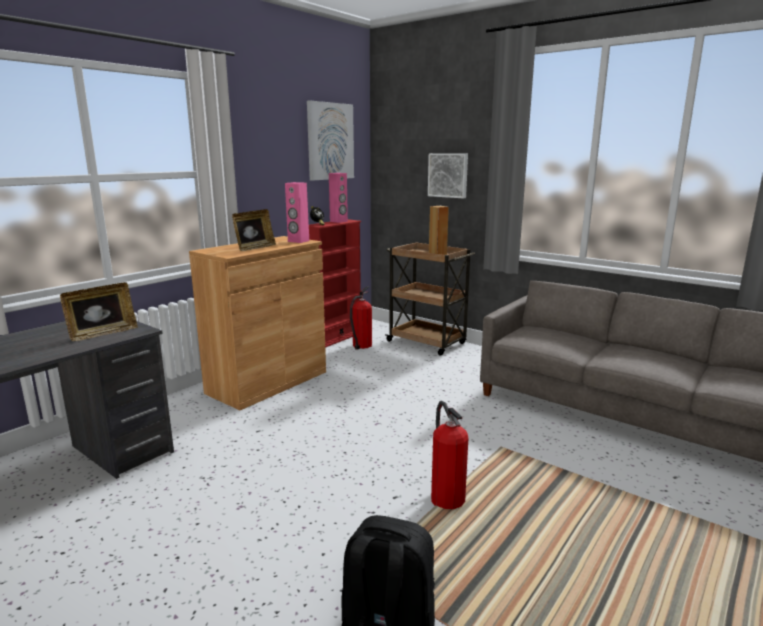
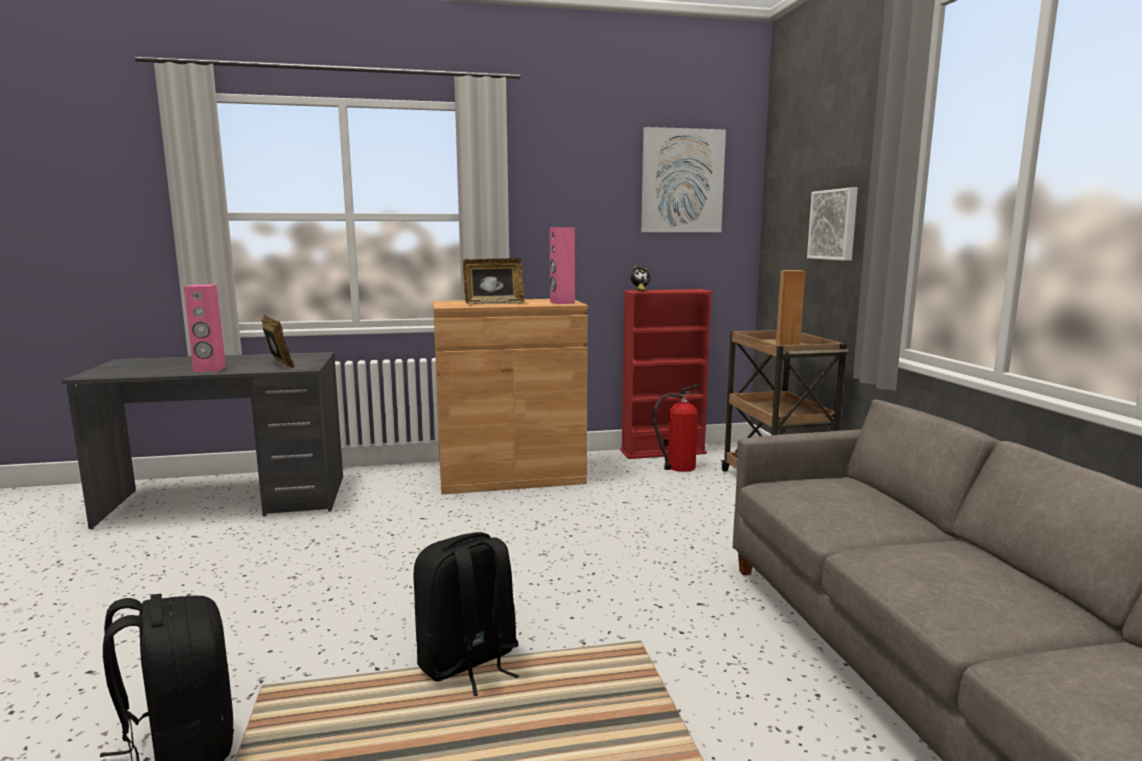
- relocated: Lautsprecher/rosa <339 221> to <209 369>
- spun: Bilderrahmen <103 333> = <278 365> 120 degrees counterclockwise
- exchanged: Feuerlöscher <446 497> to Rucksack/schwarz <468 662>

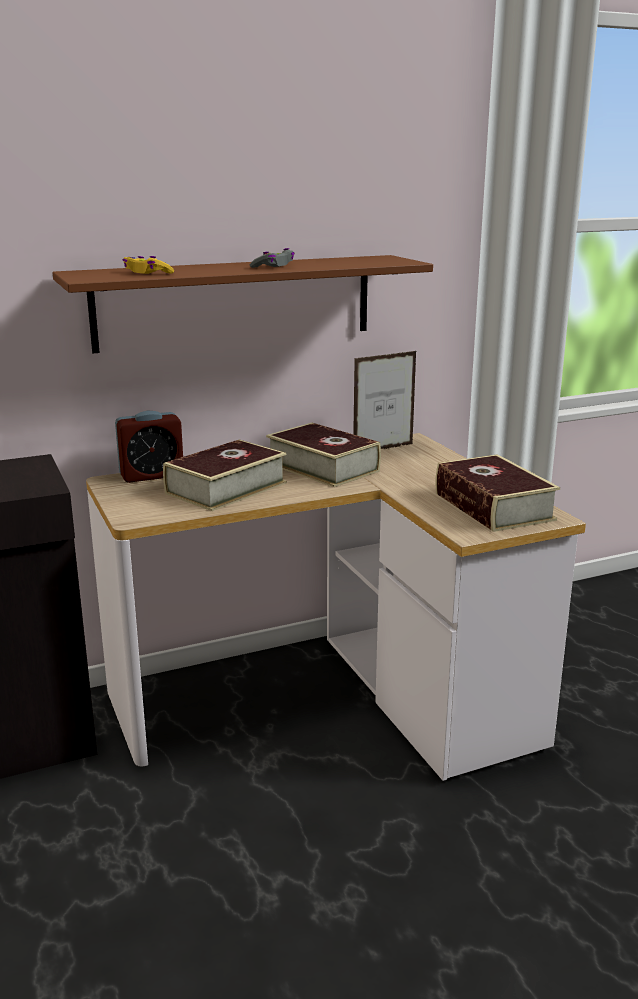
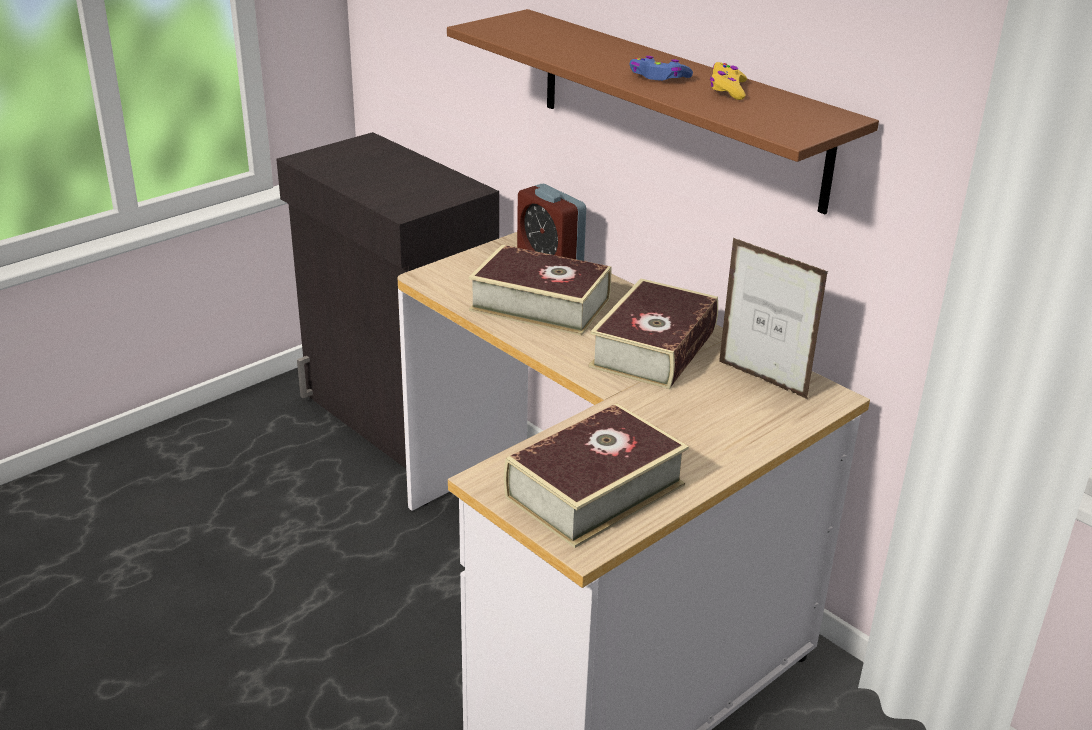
- colour: Gamepad/grau <274 266> to Gamepad/blau <658 77>
- relocated: Gamepad/gelb <147 273> to <727 89>

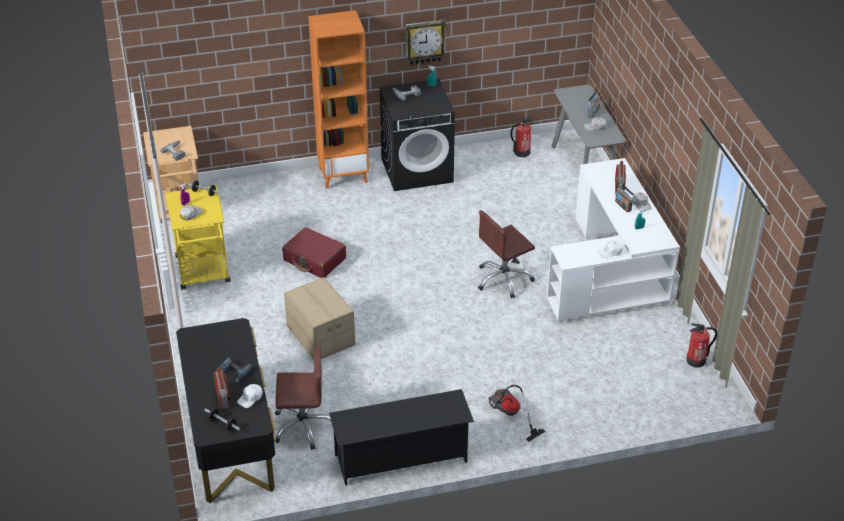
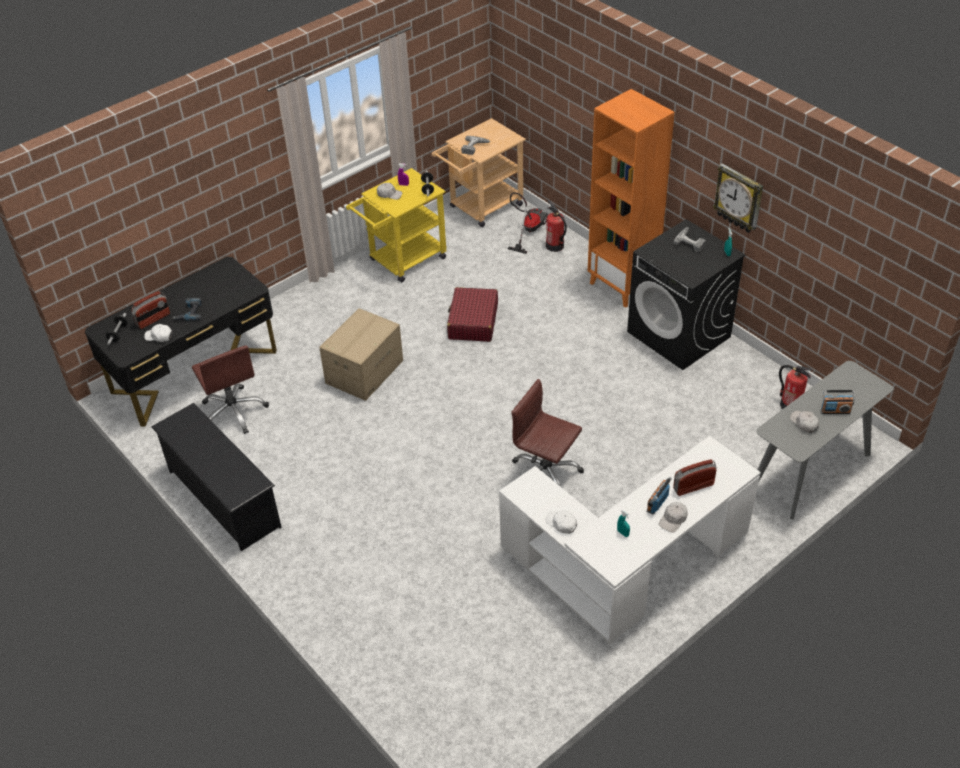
- relocated: Feuerlöscher <696 360> to <555 246>
- relocated: Staubsauger <509 415> to <528 230>

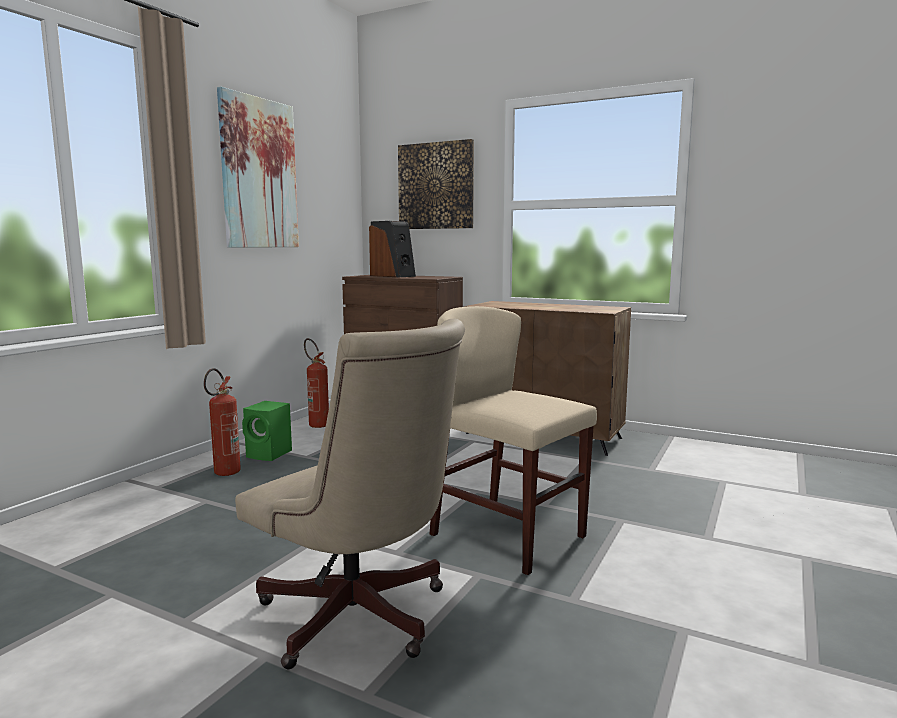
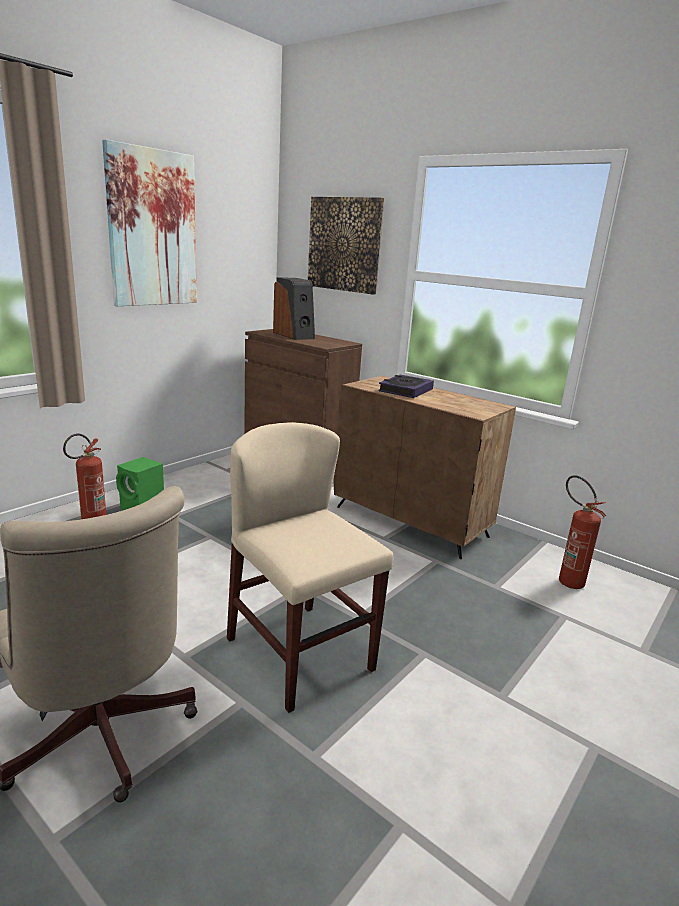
- relocated: Feuerlöscher <316 424> to <566 579>
- appeared: Buch <405 390>

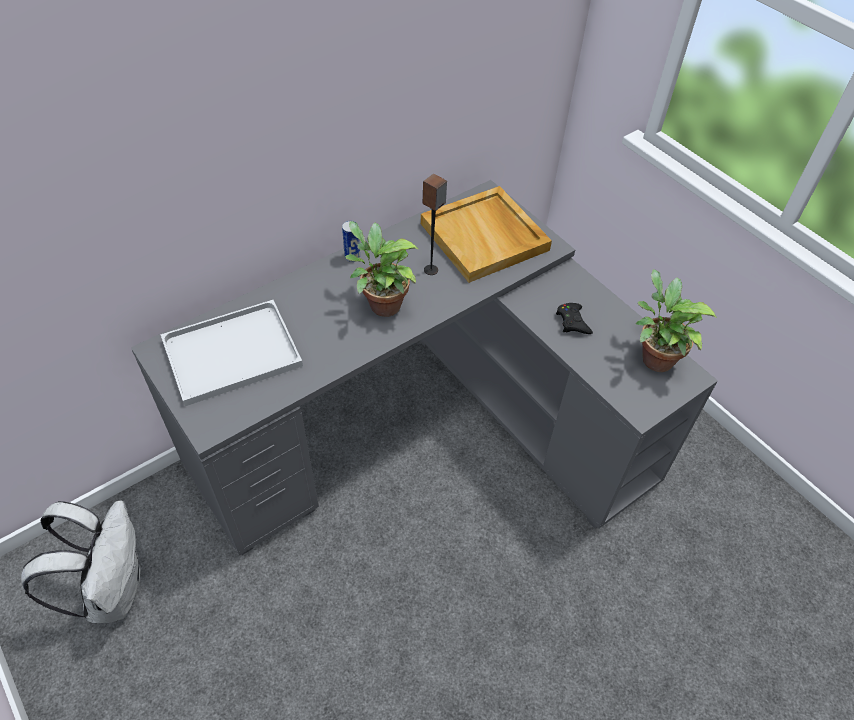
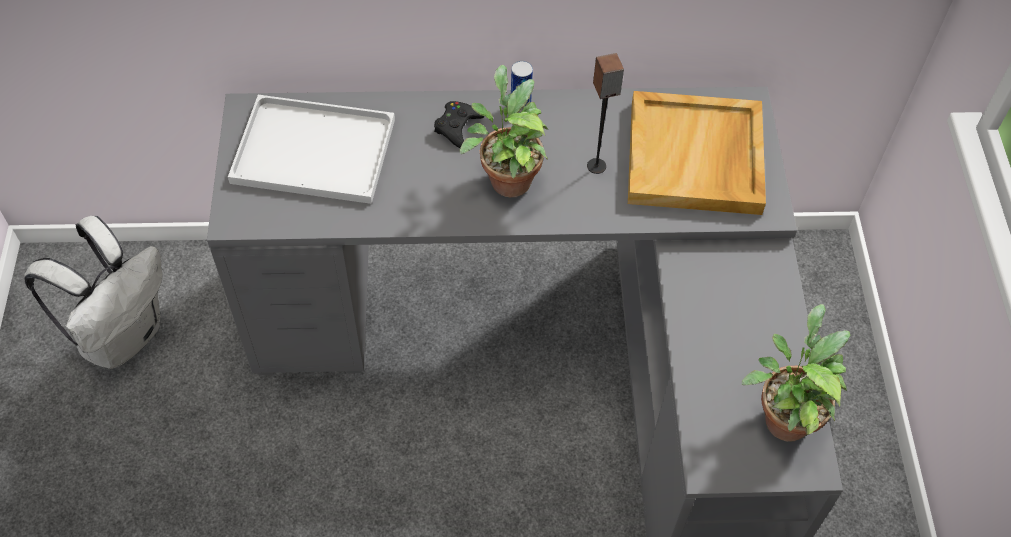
- relocated: Gamepad/schwarz <572 322> to <457 127>

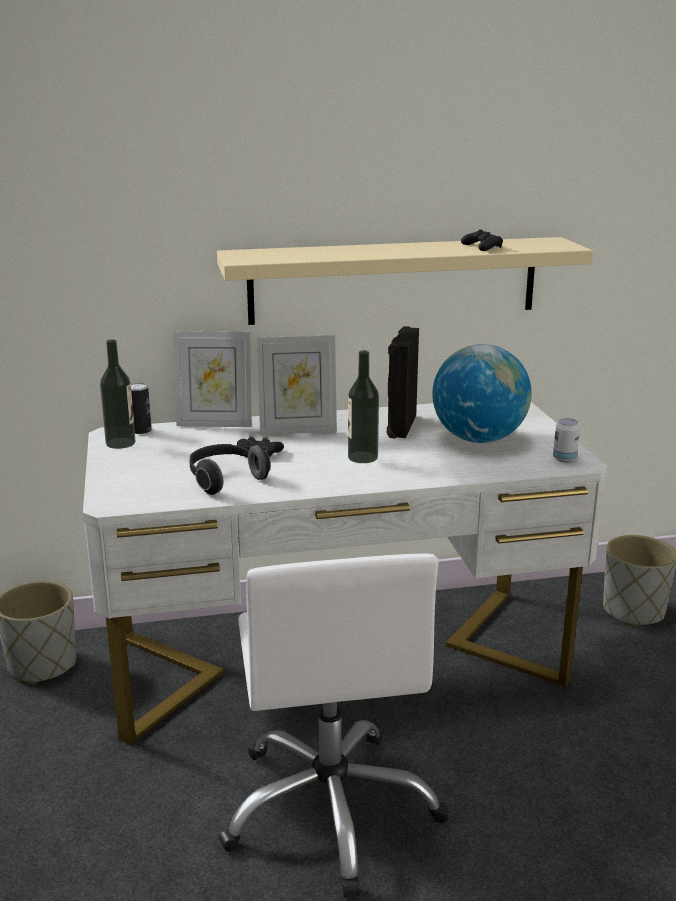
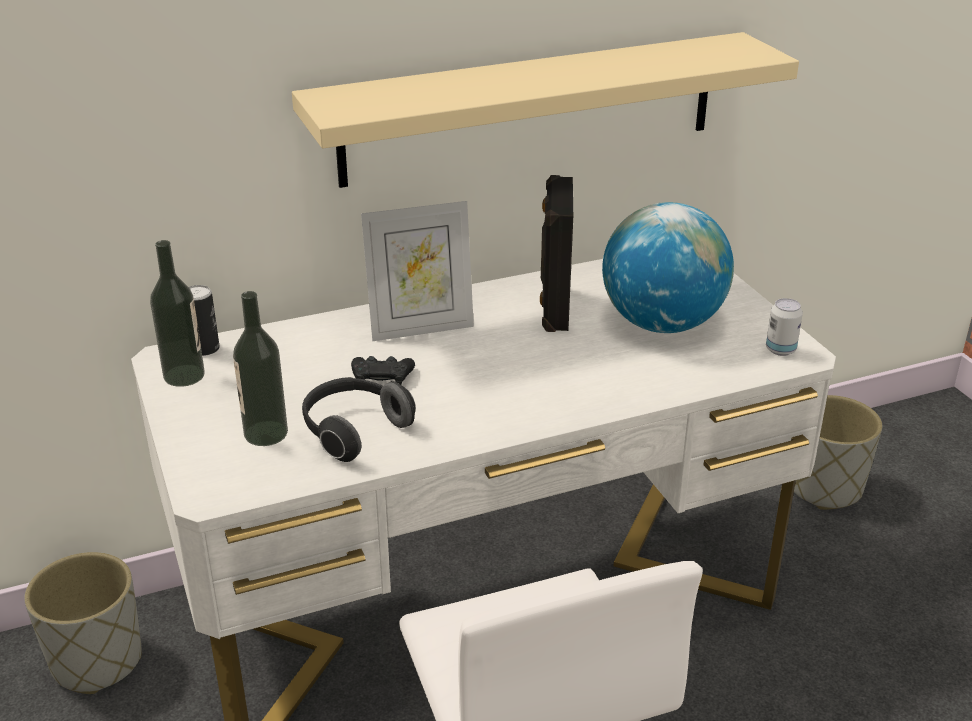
- missing: Gamepad/schwarz <482 247>
- missing: Bilderrahmen <215 423>
- relocated: Flasche <362 457> to <266 433>

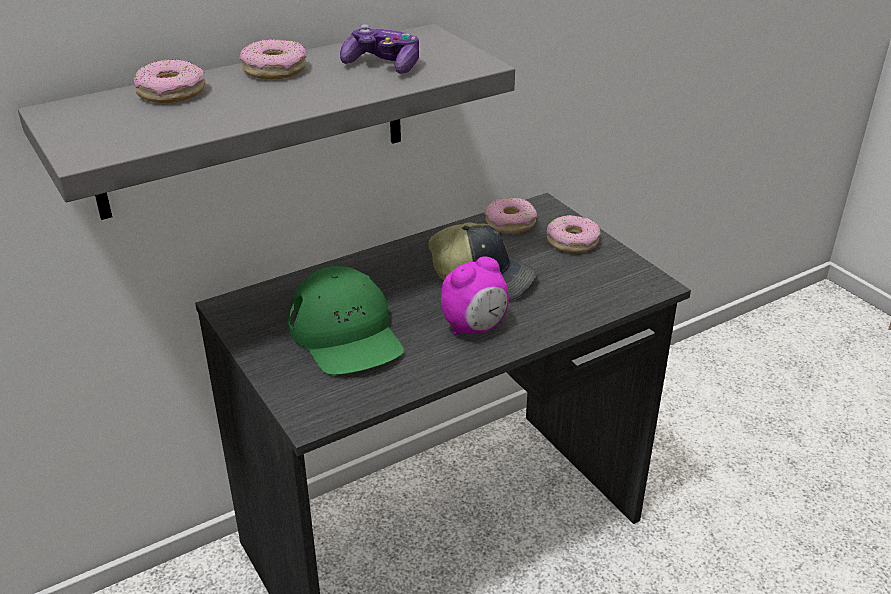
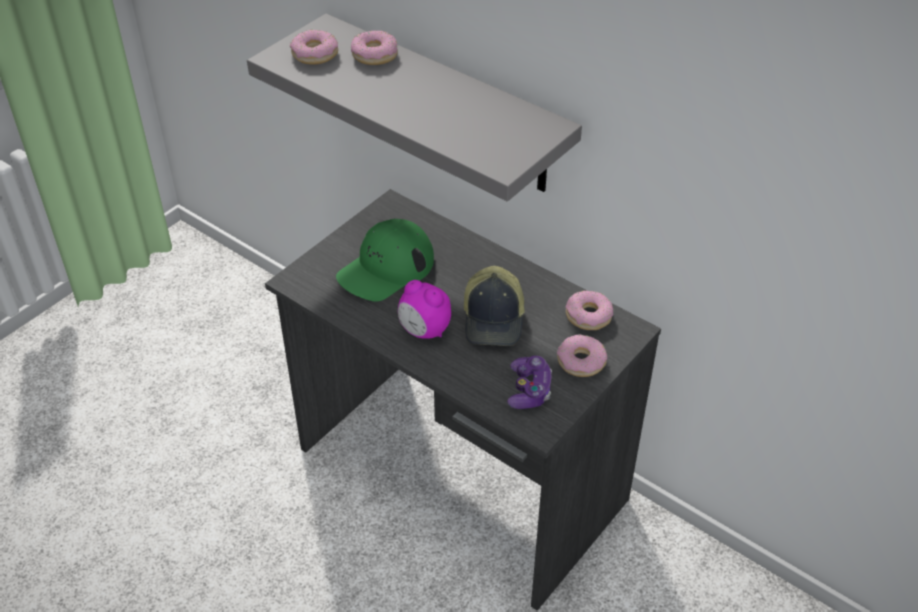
- relocated: Gamepad <383 65> to <529 390>
- relocated: Donut <275 70> to <315 54>

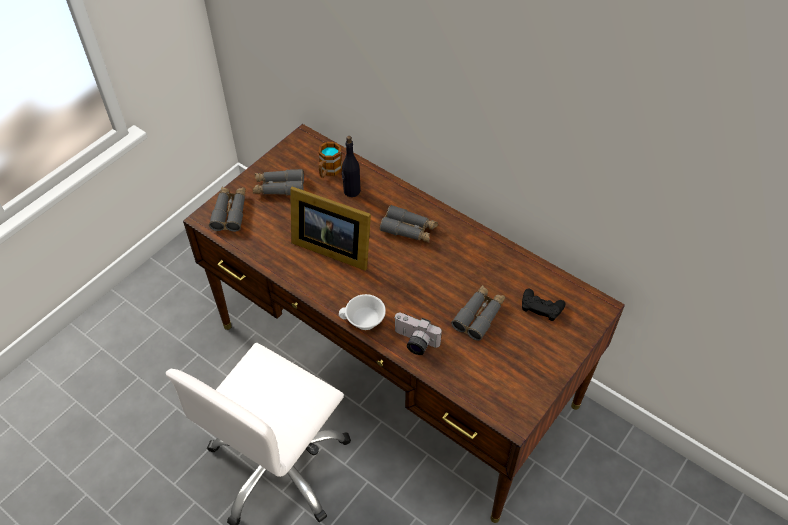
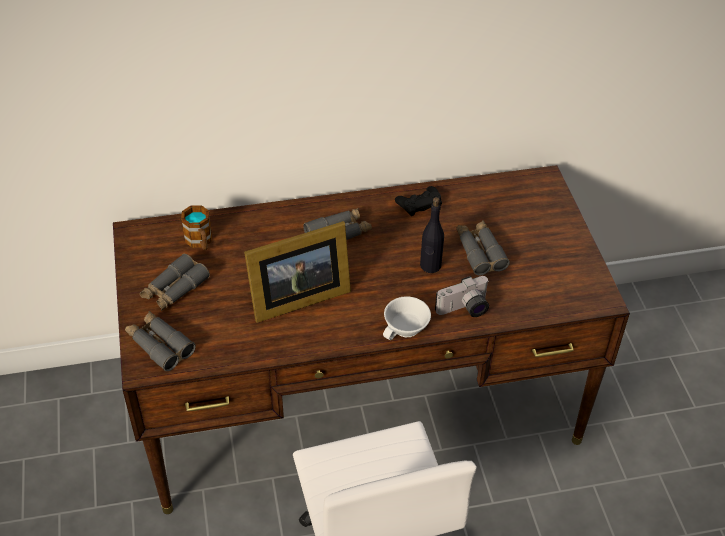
- relocated: Flasche/schwarz <351 191> to <430 266>
- relocated: Gamepad/schwarz <541 307> to <419 204>

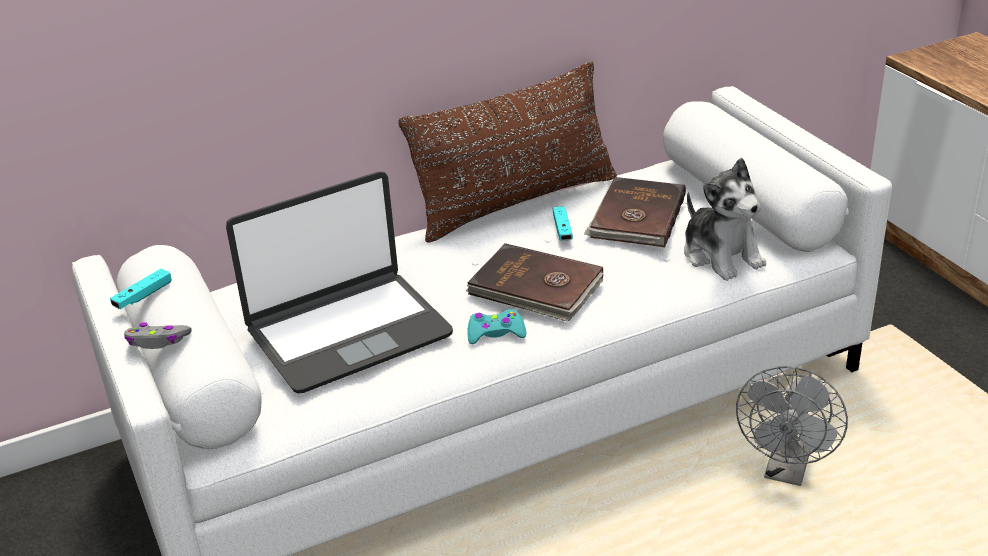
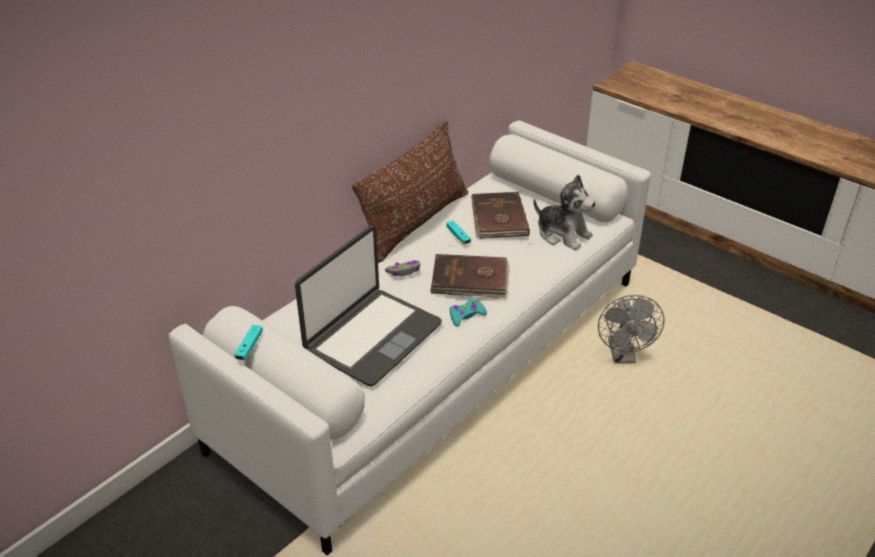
- relocated: Gamepad/grau <158 341> to <404 271>

